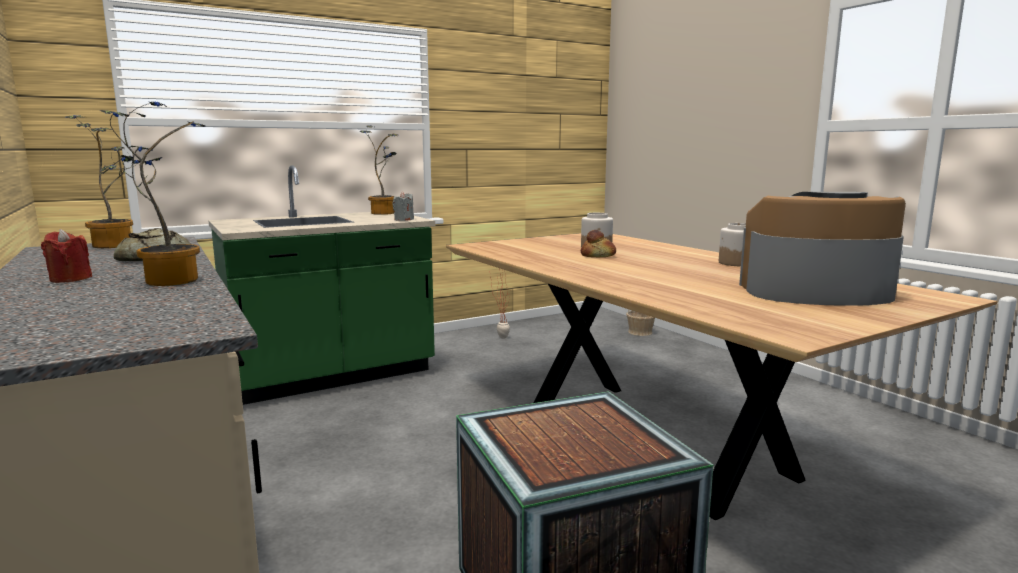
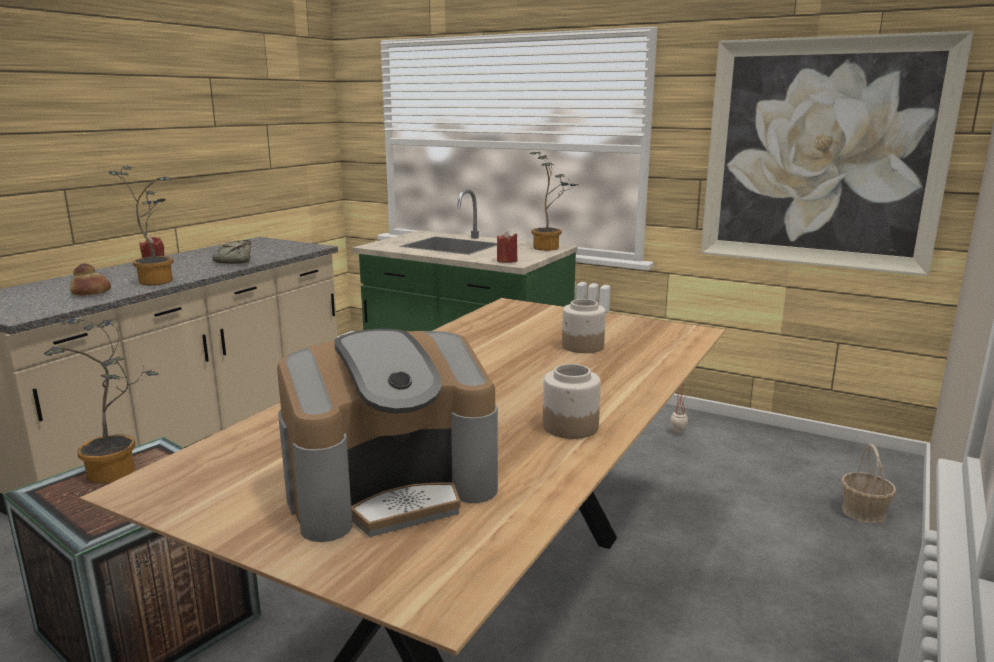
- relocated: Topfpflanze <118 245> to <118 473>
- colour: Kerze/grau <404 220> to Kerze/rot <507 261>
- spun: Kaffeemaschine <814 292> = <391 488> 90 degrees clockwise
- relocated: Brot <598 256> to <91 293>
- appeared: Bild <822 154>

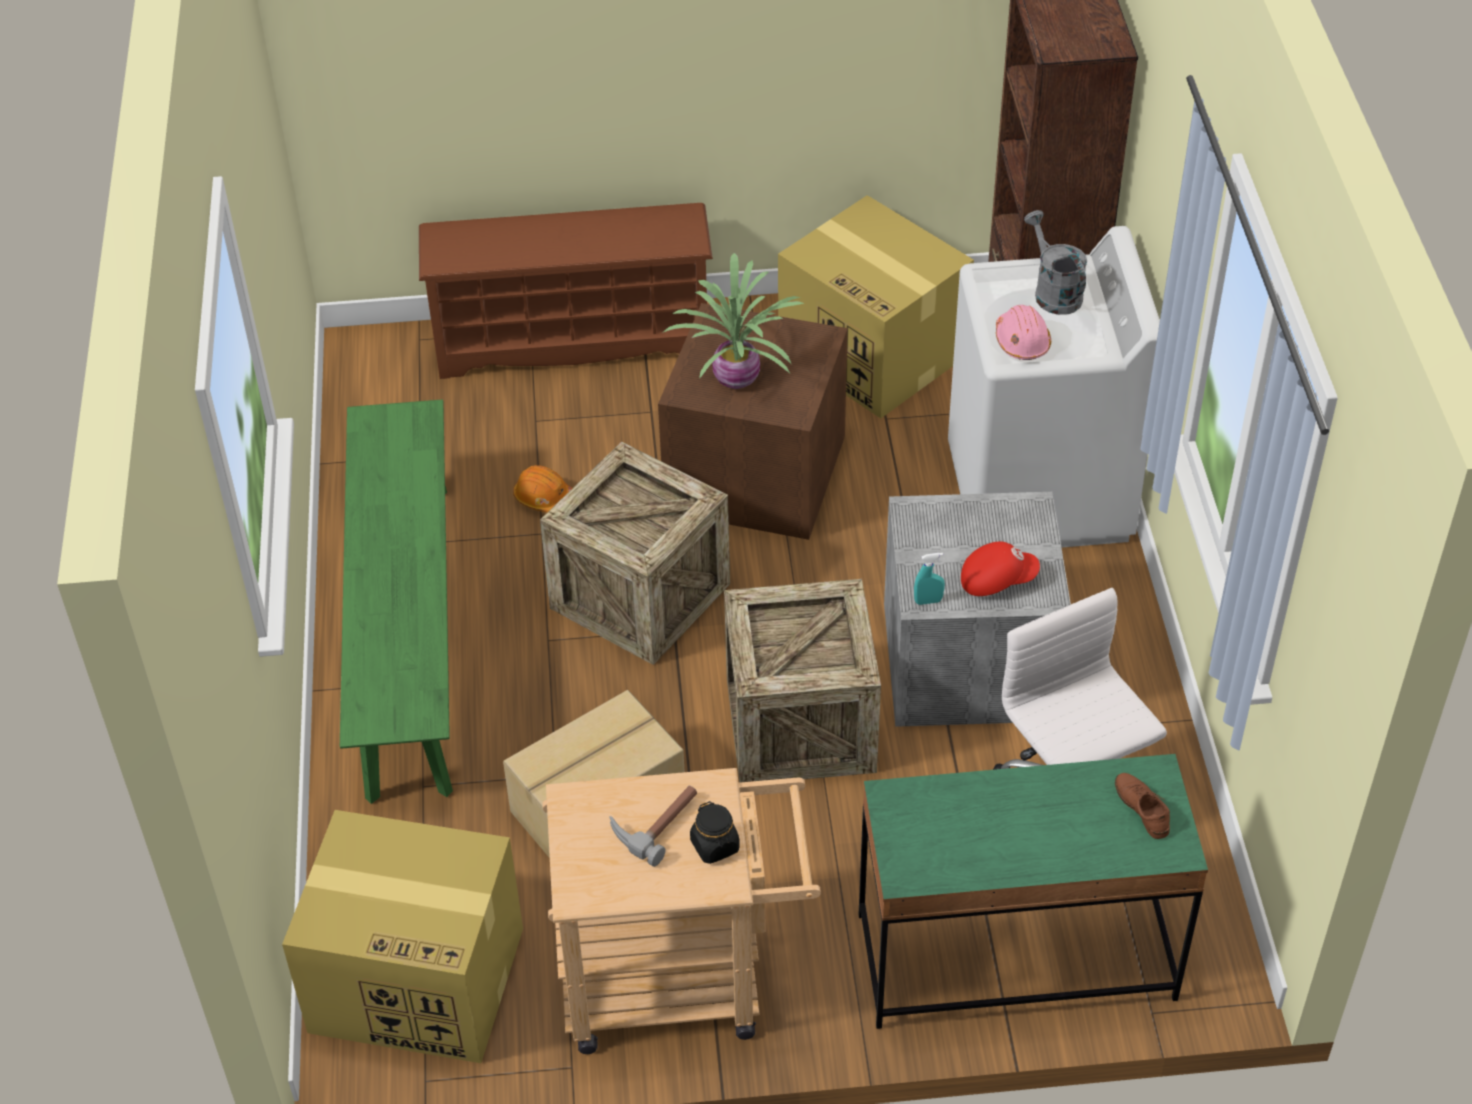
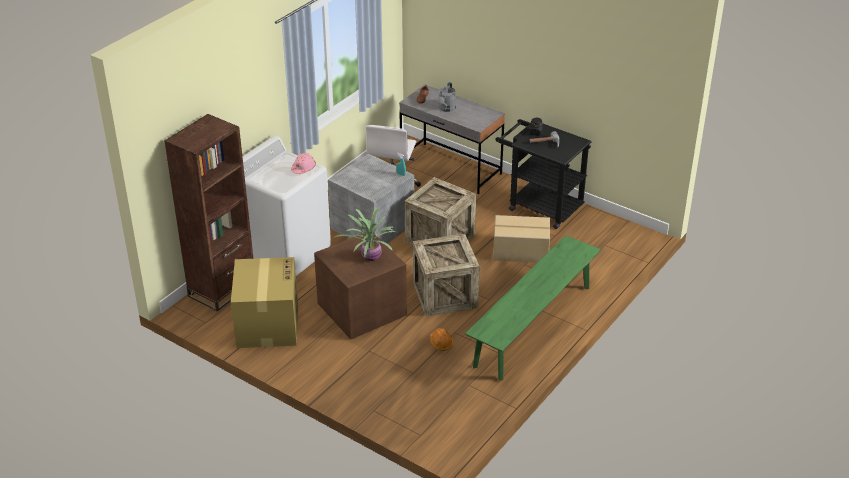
- missing: Schuhregal/braun <574 340>
- relocated: Gießkanne/grau <1053 292> to <446 109>
- missing: Kappe/rot <997 579>
- colour: Schreibtisch/grün <1014 957> to Schreibtisch/grau <450 168>
- colour: Rollwagen/beige <681 979> to Rollwagen/schwarz <539 206>
- missing: Karton <420 979>

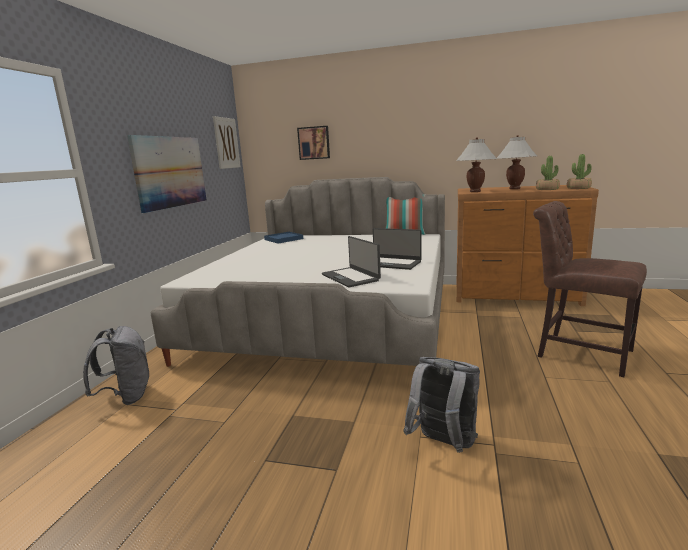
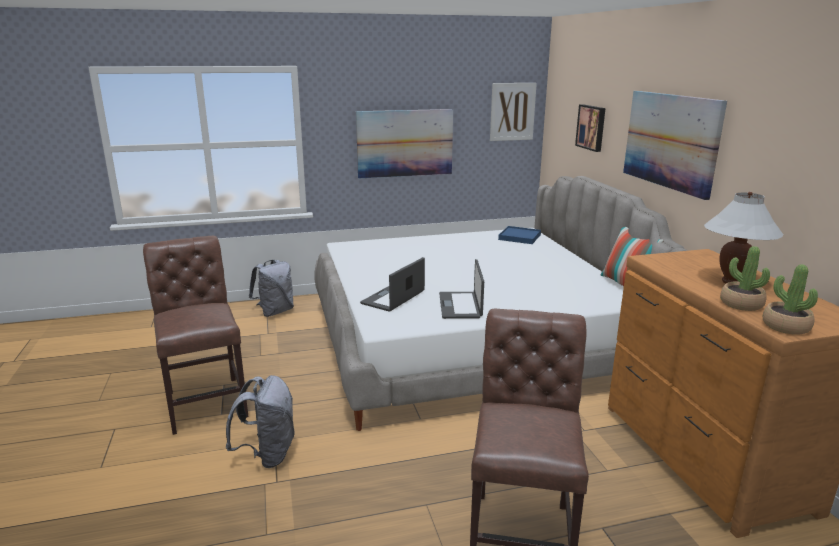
- missing: Tischlampe/weiß <475 191>
- appeared: Bild <671 141>
- appeared: Stuhl/braun <206 401>

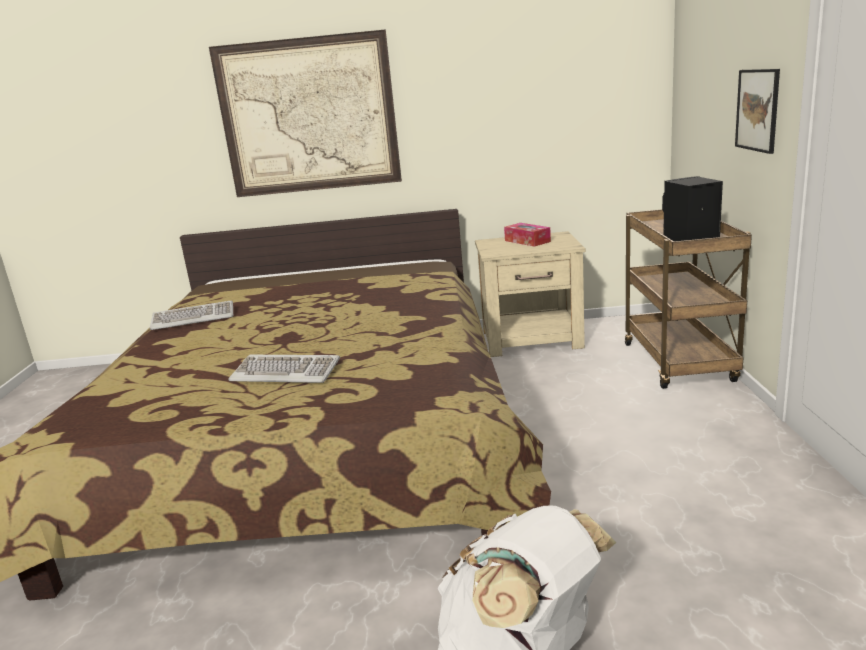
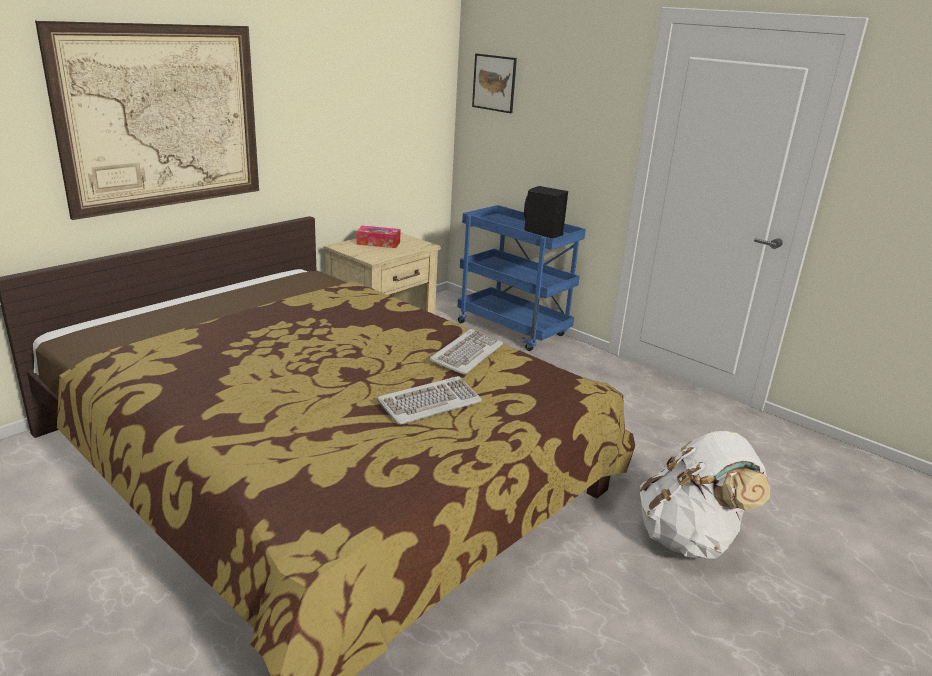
- relocated: Bild <757 110> to <494 83>
- colour: Rollwagen/braun <680 364> to Rollwagen/blau <514 330>
- relocated: Tastatur <193 318> to <466 354>

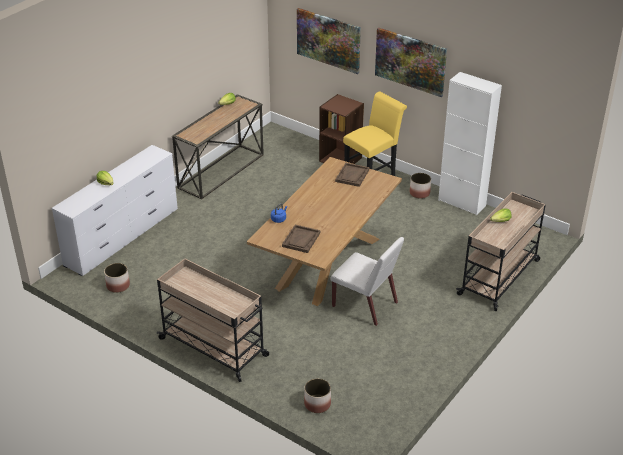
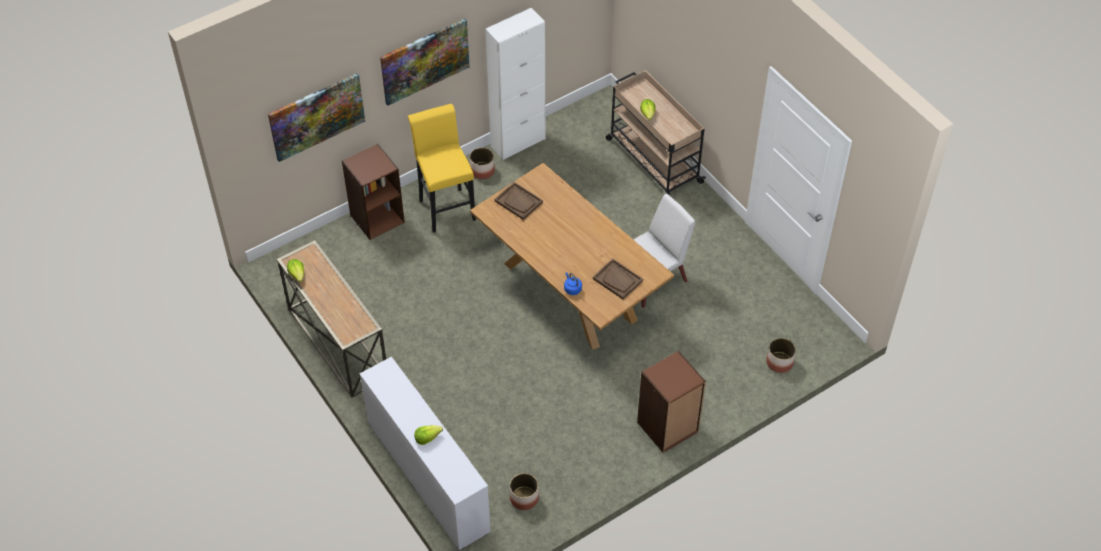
- exchanged: Rollwagen/beige <214 348> to Bücherregal/braun <668 427>

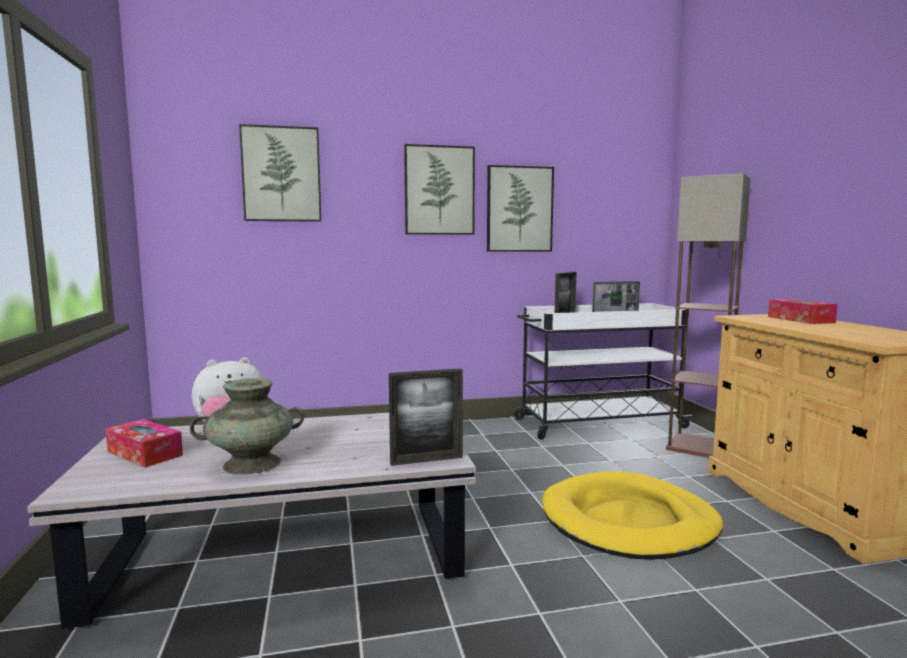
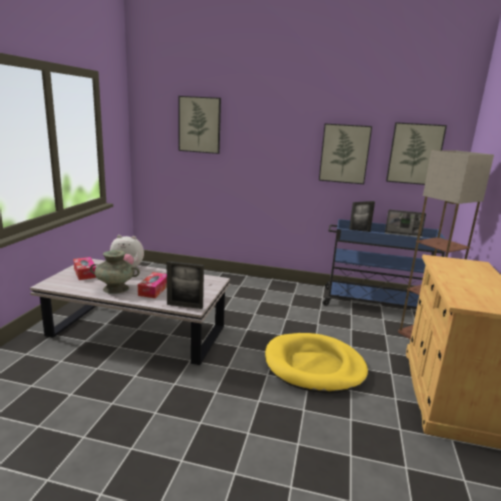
- relocated: Bild <439 190> to <415 154>
- relocated: Taschentuchbox <800 319> to <154 290>
- colour: Rollwagen/weiß <597 423> to Rollwagen/blau <374 303>

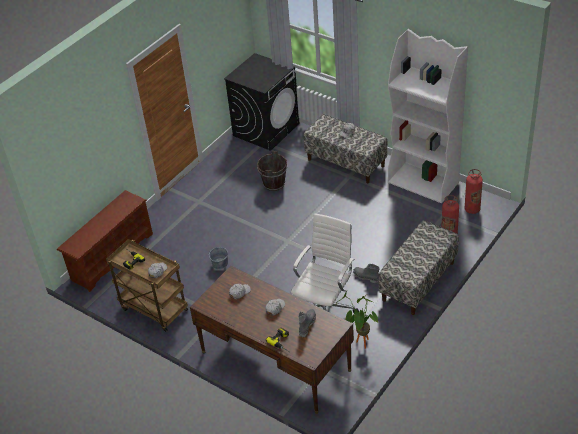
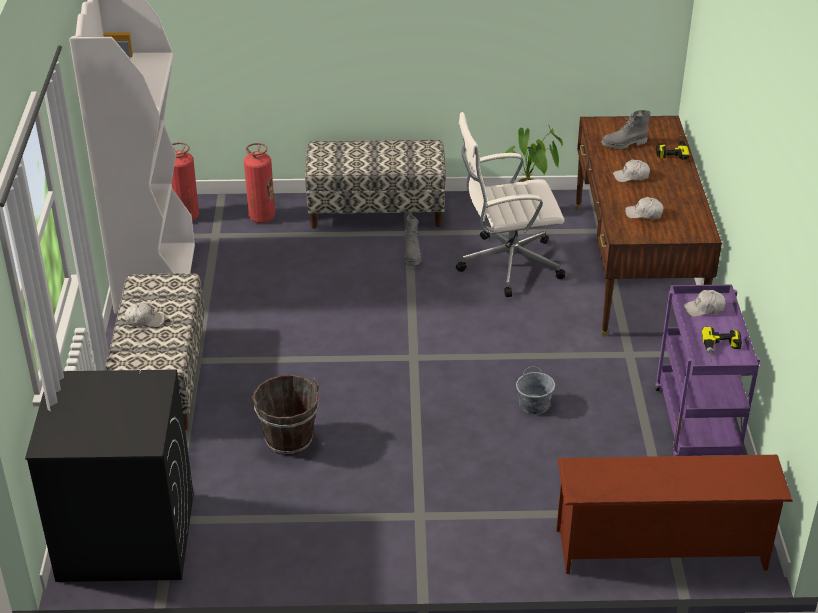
- colour: Rollwagen/braun <153 309> to Rollwagen/lila <697 425>

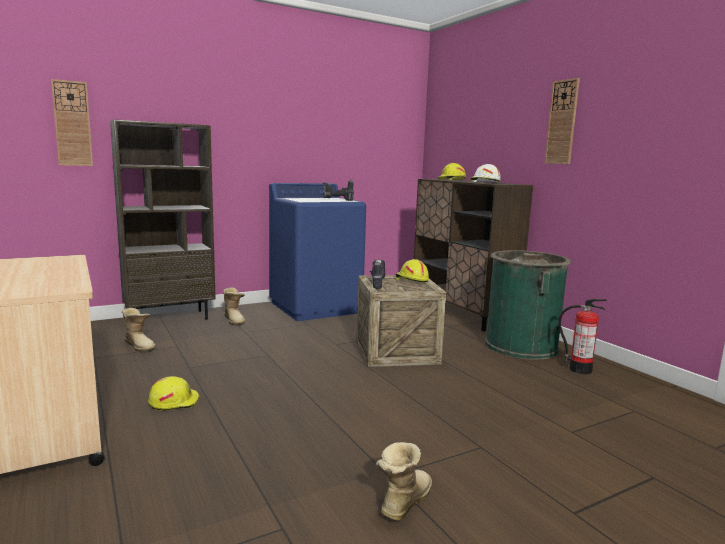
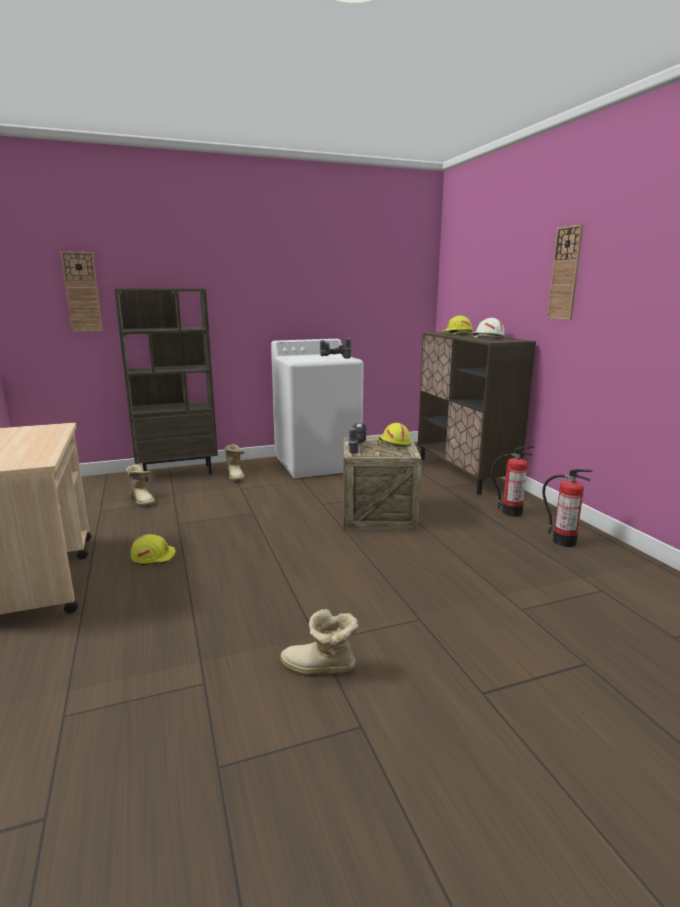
- colour: Waschmaschine/blau <315 307> to Waschmaschine/weiß <317 463>
- exchanged: Mülleimer/grün <521 346> to Feuerlöscher <511 512>
- spun: Stiefel <402 502> = <320 668> 120 degrees counterclockwise

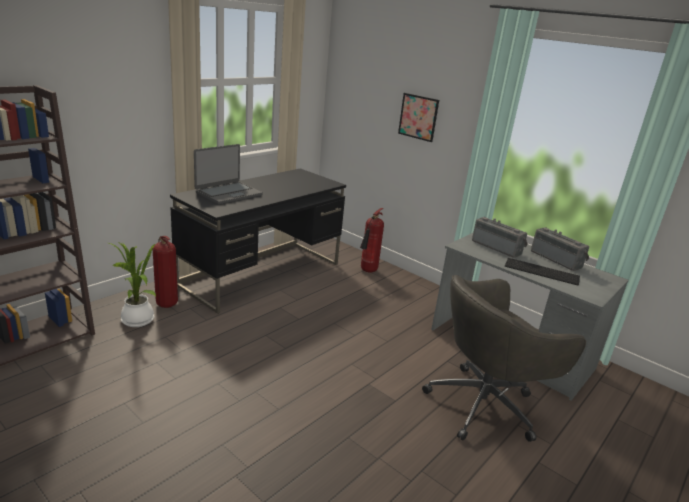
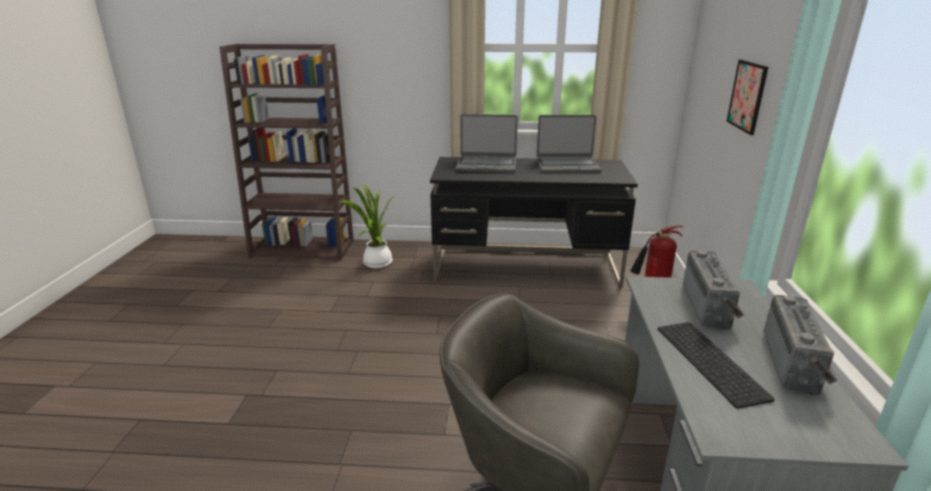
- missing: Feuerlöscher <165 303>
- appeared: Laptop <567 166>

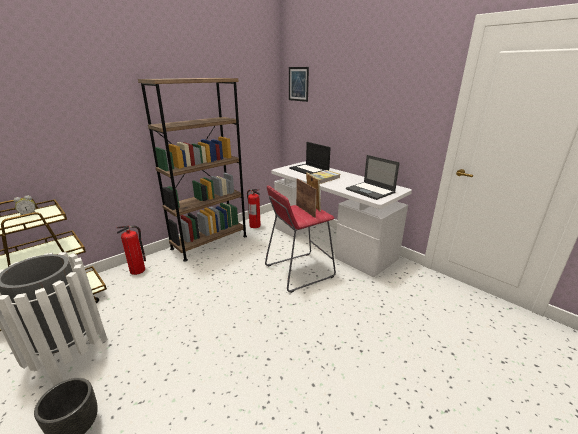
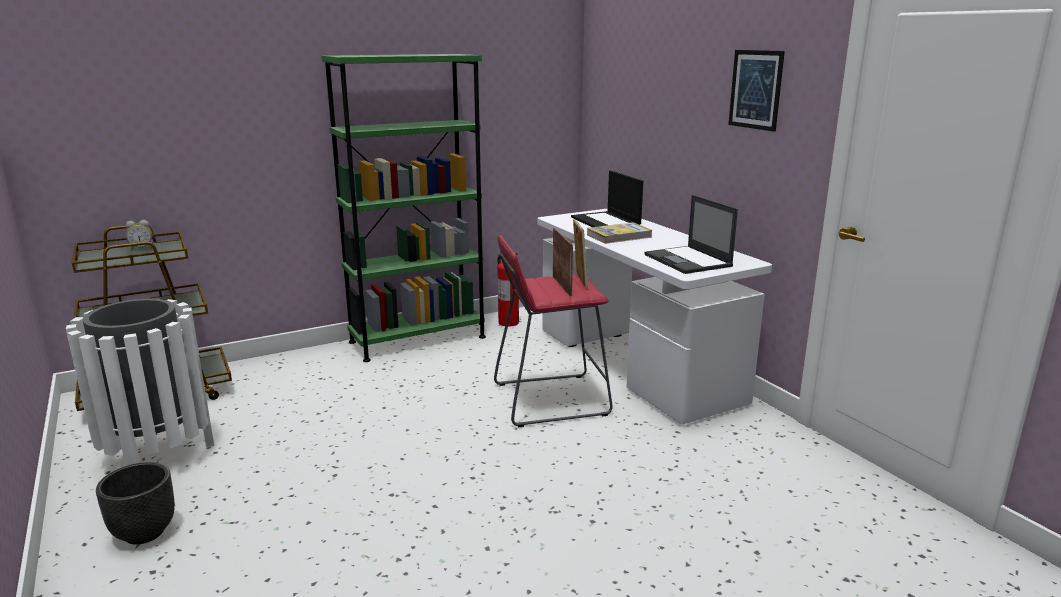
- relocated: Bild <298 84> to <755 89>
- colour: Bücherregal/braun <210 242> to Bücherregal/grün <417 339>
- missing: Feuerlöscher <138 270>

